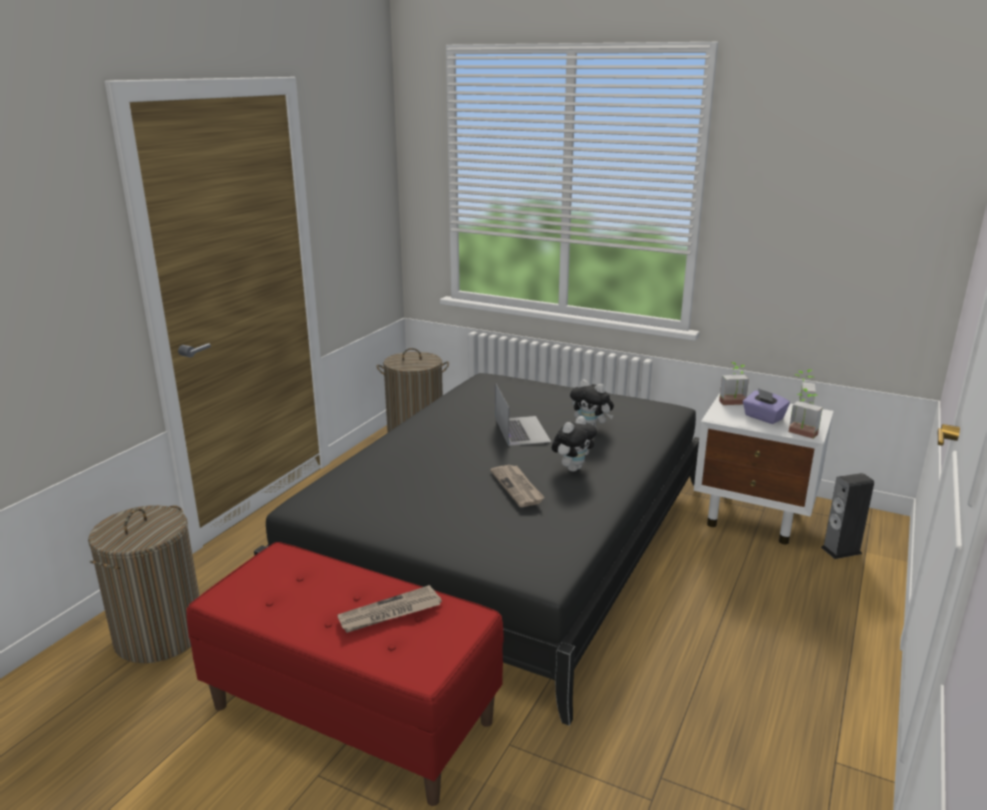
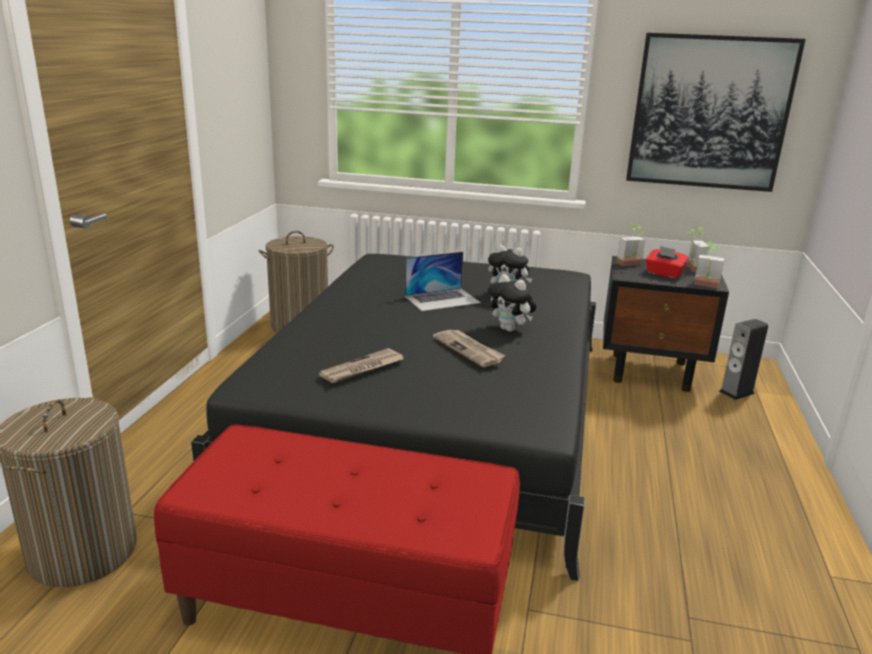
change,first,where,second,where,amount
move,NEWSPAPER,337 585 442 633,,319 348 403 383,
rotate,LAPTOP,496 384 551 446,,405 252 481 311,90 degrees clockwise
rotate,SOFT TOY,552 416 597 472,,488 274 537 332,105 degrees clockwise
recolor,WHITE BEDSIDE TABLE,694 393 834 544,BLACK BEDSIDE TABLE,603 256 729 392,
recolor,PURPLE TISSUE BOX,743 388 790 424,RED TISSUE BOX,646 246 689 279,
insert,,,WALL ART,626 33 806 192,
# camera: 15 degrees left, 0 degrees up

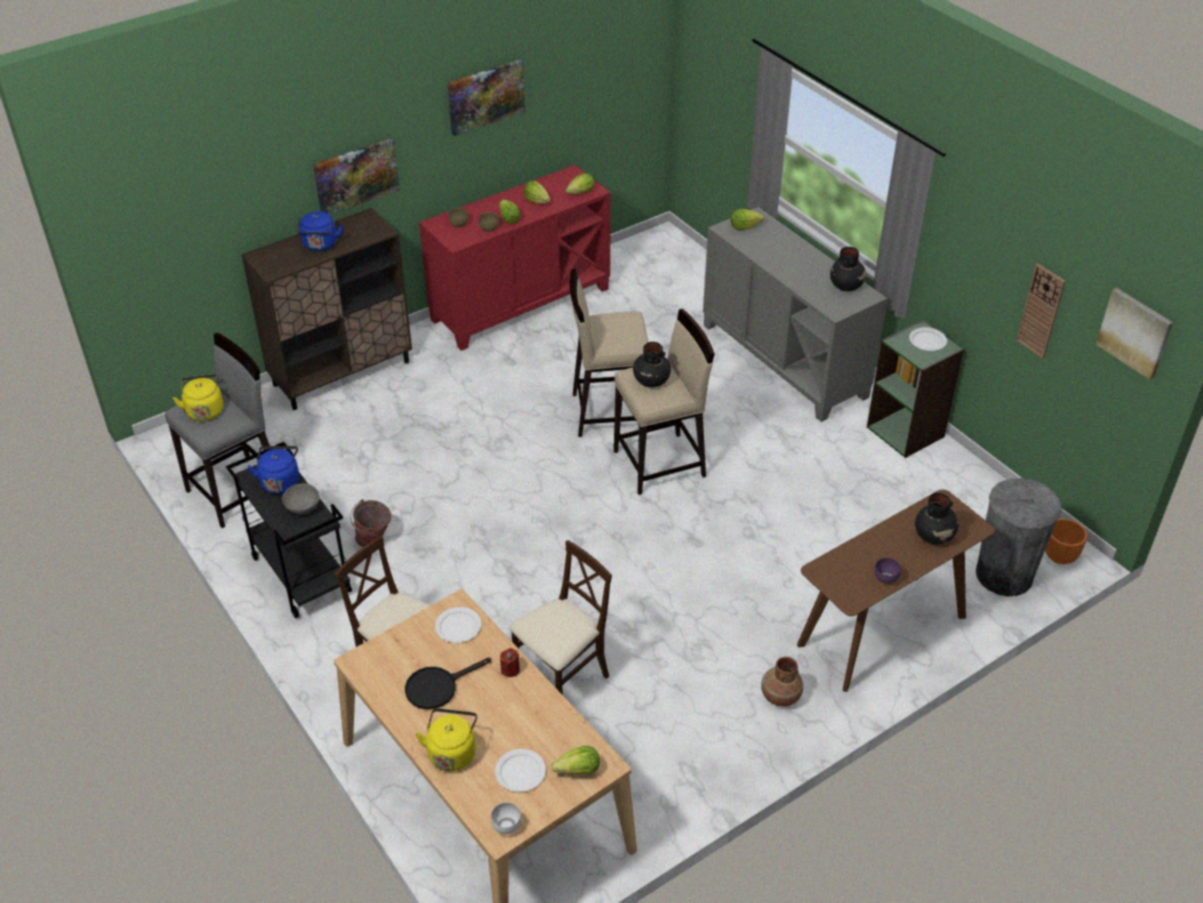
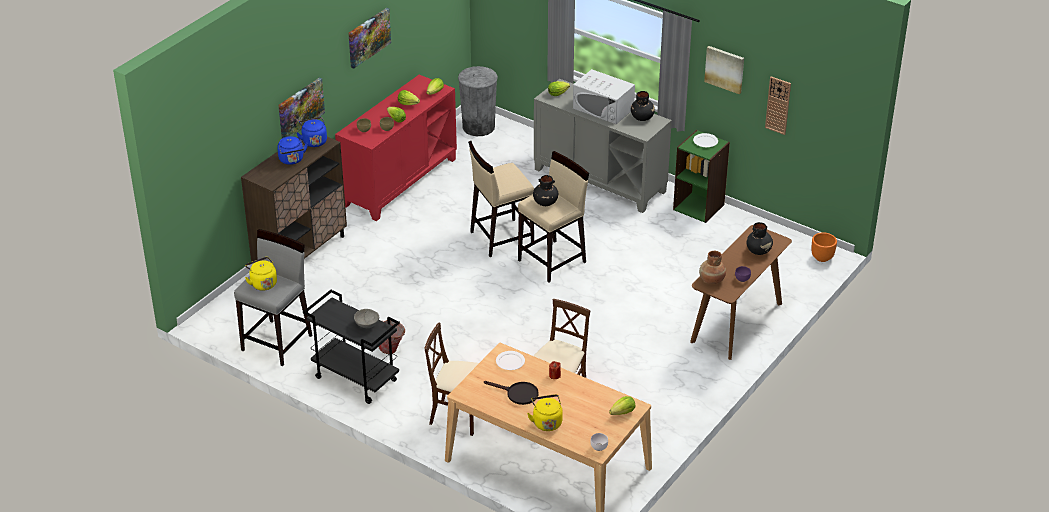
change,first,where,second,where,amount
move,BLUISH KETTLE,248 446 299 494,,297 117 327 147,
rotate,BLACK FRYING PAN,405 658 491 709,,484 381 539 405,105 degrees counterclockwise
delete,WHITE FLAT DISH,495 749 546 792,,,
move,BROWNISH DECORATIVE VASE,761 657 803 707,,699 251 726 284,
move,GREY TRASH CAN,976 478 1062 596,,458 66 498 136,
move,WALL ART,1096 288 1173 380,,704 46 744 94,
insert,,,WHITE KITCHEN MICROWAVE,573 69 635 124,
# camera: 20 degrees left, 5 degrees down

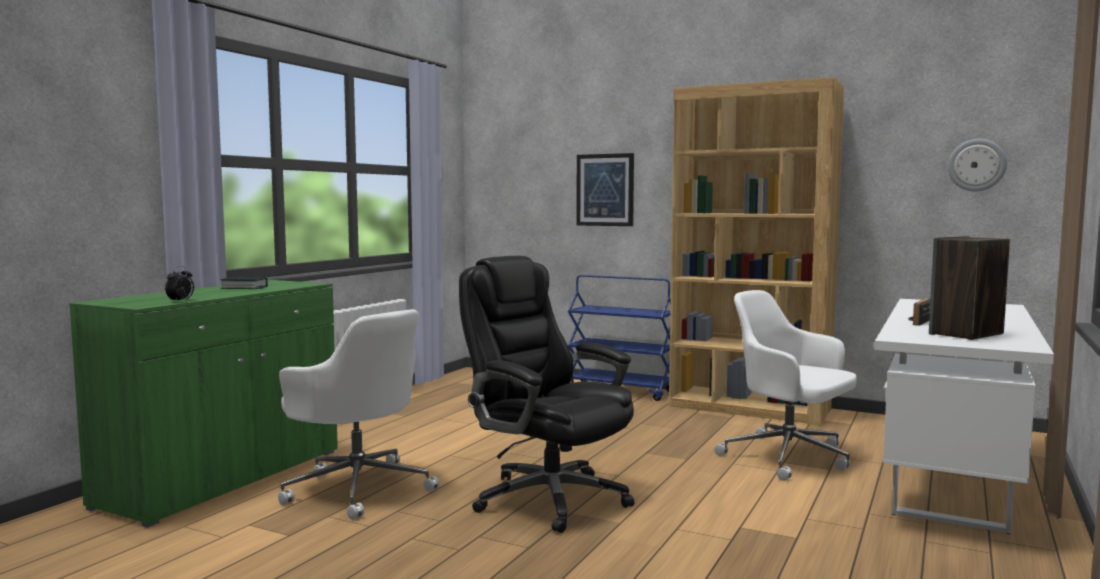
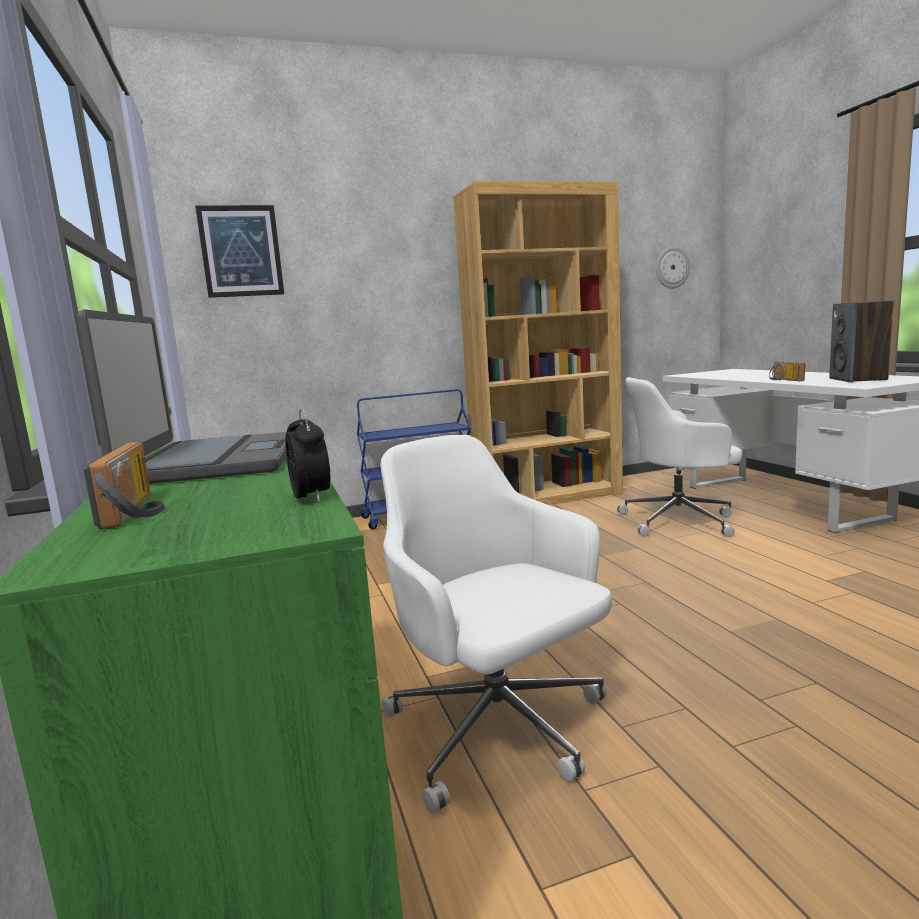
change,first,where,second,where,amount
replace,VOLUME,221 277 268 289,LAPTOP,77 309 286 484,
rotate,WHITE COMPUTER CHAIR,278 309 439 520,,380 435 612 814,120 degrees counterclockwise
delete,BLACK COMPUTER CHAIR,459 256 634 533,,,
move,WALL ART,576 153 634 226,,195 205 284 298,
insert,,,RADIO RECEIVER,84 442 165 529,
# camera: 45 degrees left, 5 degrees up

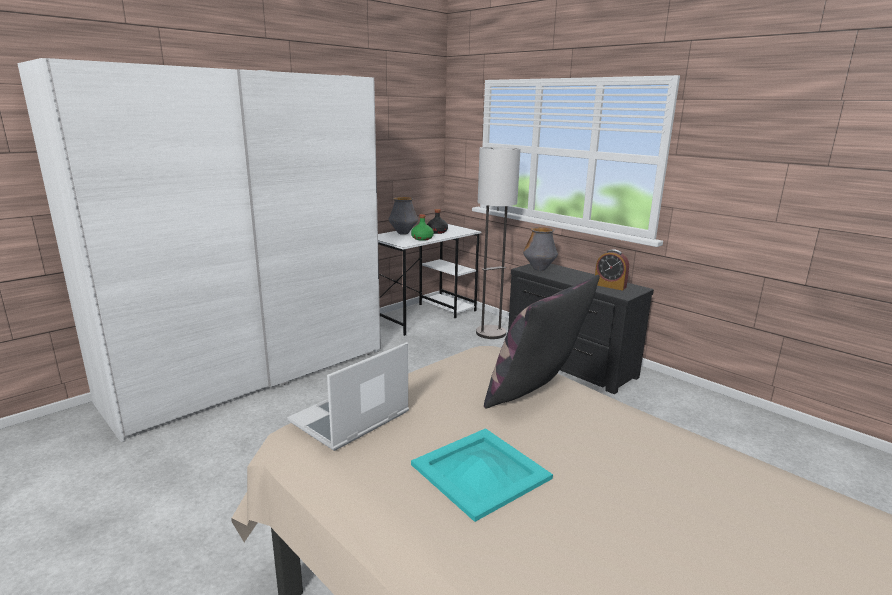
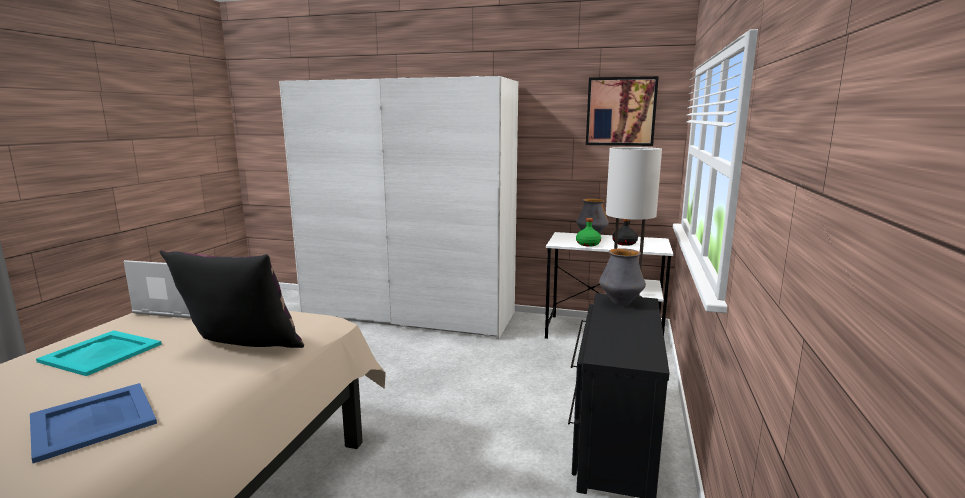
change,first,where,second,where,amount
delete,BEDSIDE CLOCK,595 249 629 290,,,
insert,,,BLUISH CARRYING TRAY,30 383 157 463,
insert,,,WALL ART,586 76 659 146,
# camera: 60 degrees right, 5 degrees down

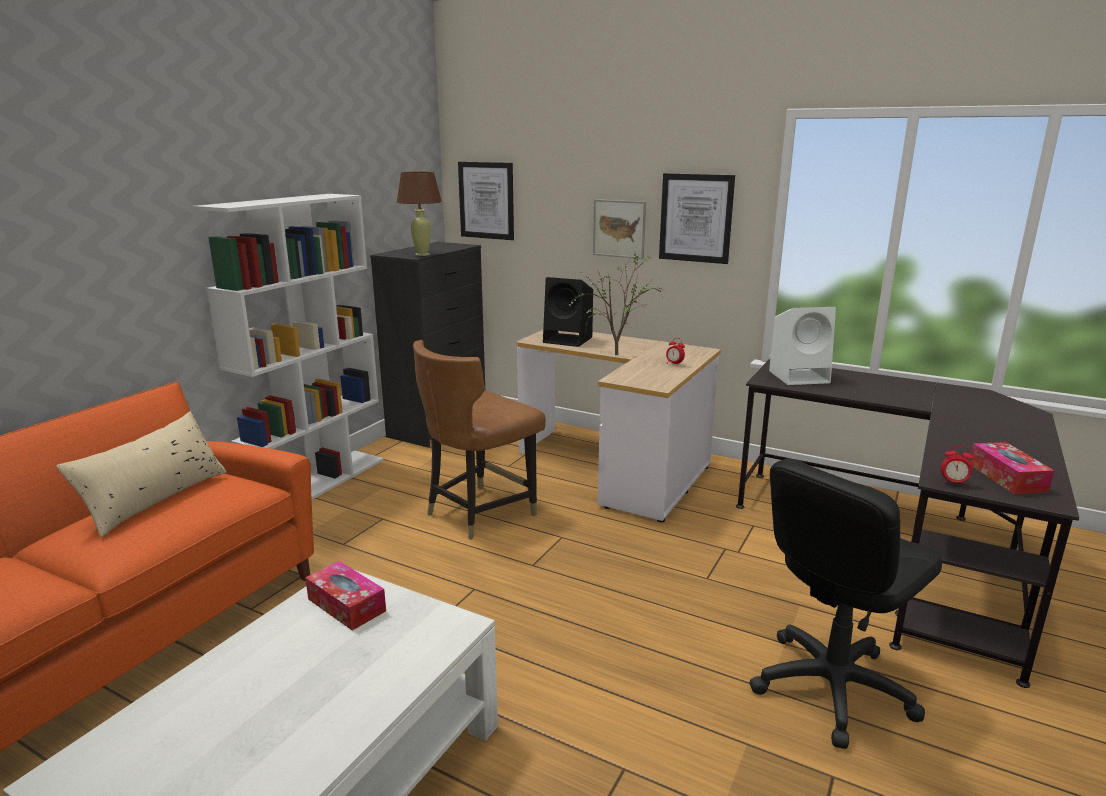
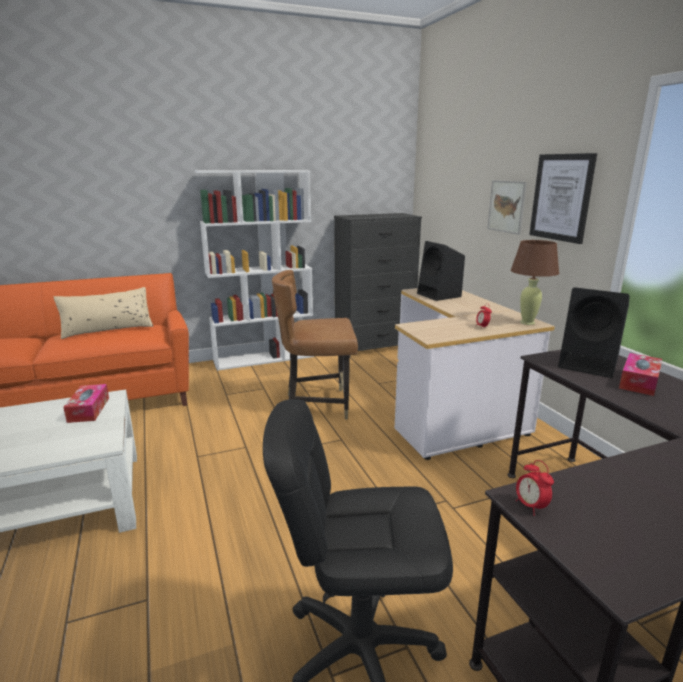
change,first,where,second,where,amount
move,BROWNISH LAMP FOR A TABLE,397 172 442 256,,511 240 559 325,
delete,WALL ART,458 162 514 240,,,
delete,PLANT IN A POT,568 254 666 355,,,
recolor,WHITE LOUDSPEAKER,769 307 836 385,BLACK LOUDSPEAKER,558 287 629 378,
move,TISSUE BOX,970 442 1054 494,,619 353 662 396,
# camera: 40 degrees right, 0 degrees up

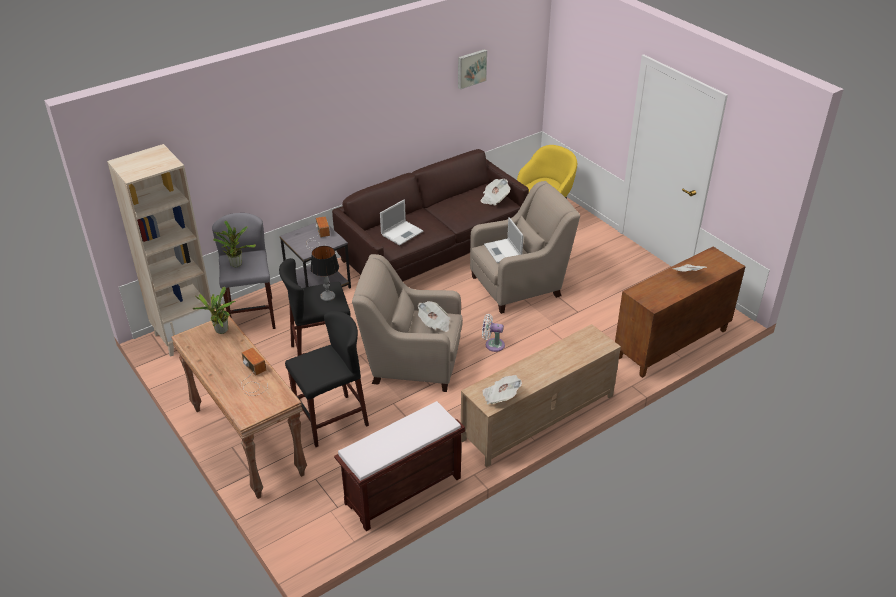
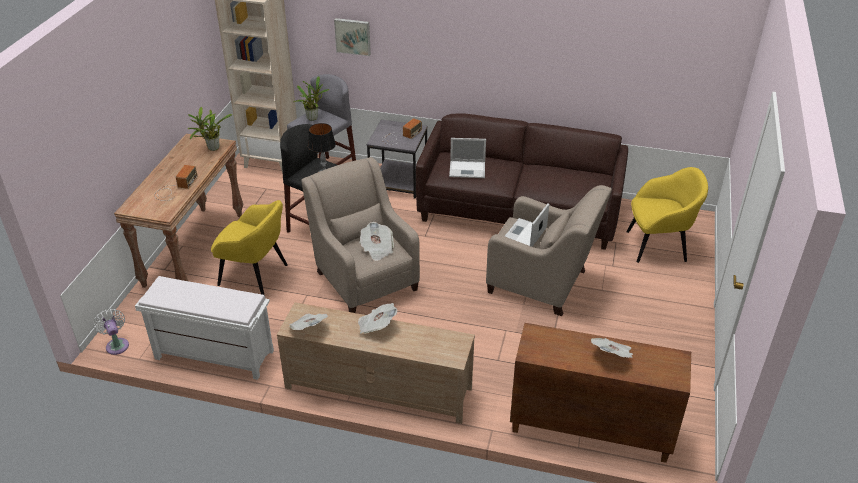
change,first,where,second,where,amount
replace,BLACK STOOL SEAT,285 311 369 447,YELLOW ARMCHAIR,211 200 288 296,
recolor,BROWNISH INDOOR BENCH,334 401 465 531,WHITE INDOOR BENCH,135 276 274 380,
move,WALL ART,458 49 487 89,,334 18 371 56,
move,NEWSPAPER,481 179 510 205,,358 303 397 334,
move,WHITE COOLING FAN,482 314 505 352,,93 309 129 355,
# camera: 50 degrees right, 0 degrees up

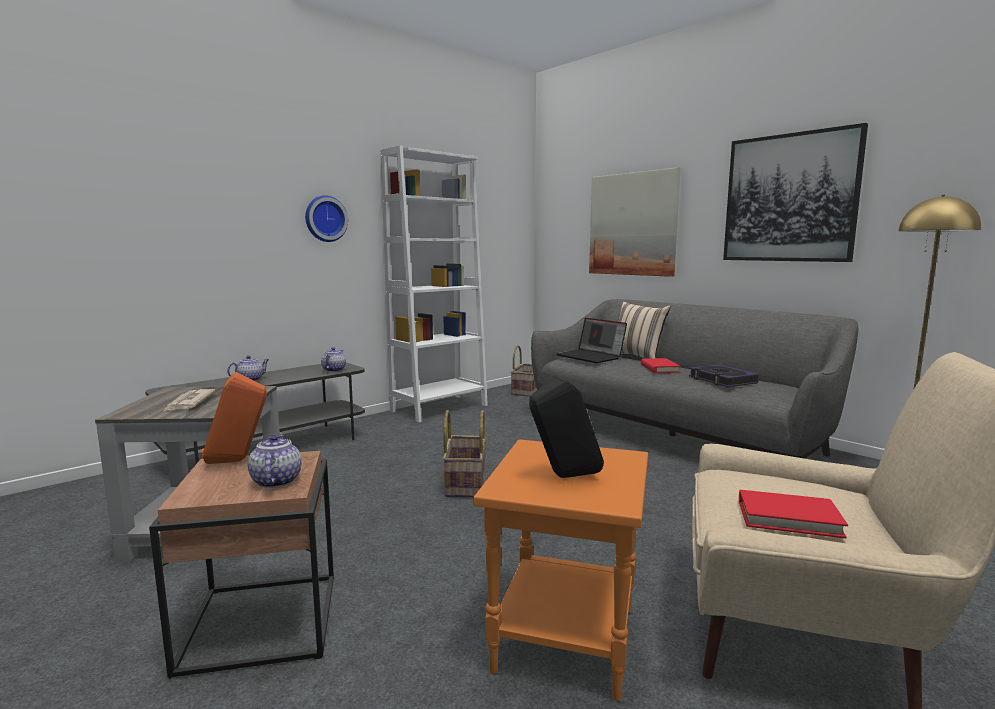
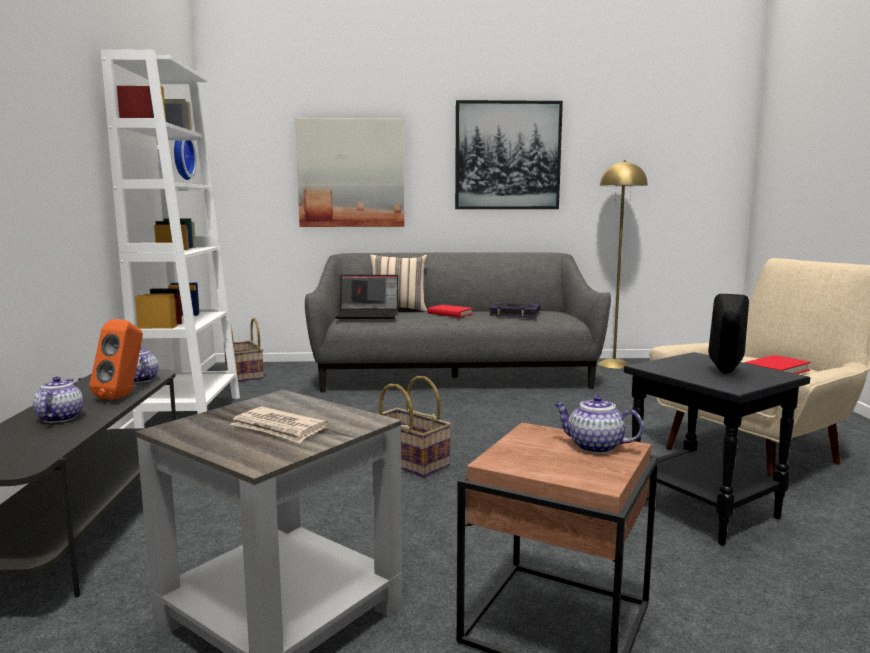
change,first,where,second,where,amount
move,ORANGE-COLOURED LOUDSPEAKER,201 372 267 464,,89 319 143 400,
move,HANGING CLOCK,305 195 348 242,,174 140 197 180,
recolor,ORANGE-COLOURED SIDE TABLE,473 439 648 701,BLACK SIDE TABLE,624 352 810 545,
# camera: 50 degrees left, 0 degrees up

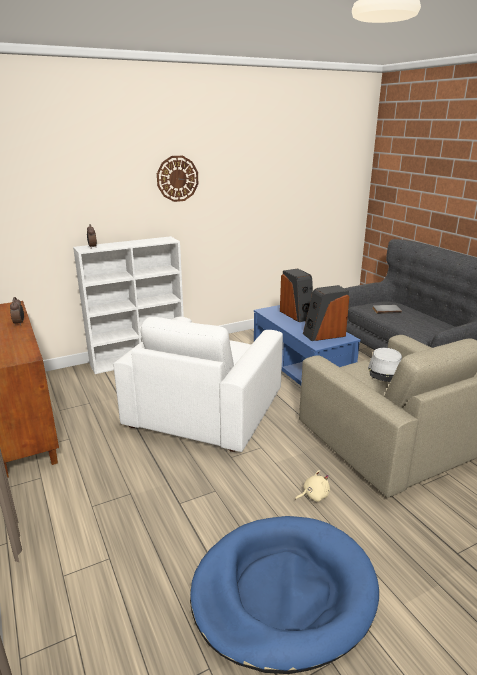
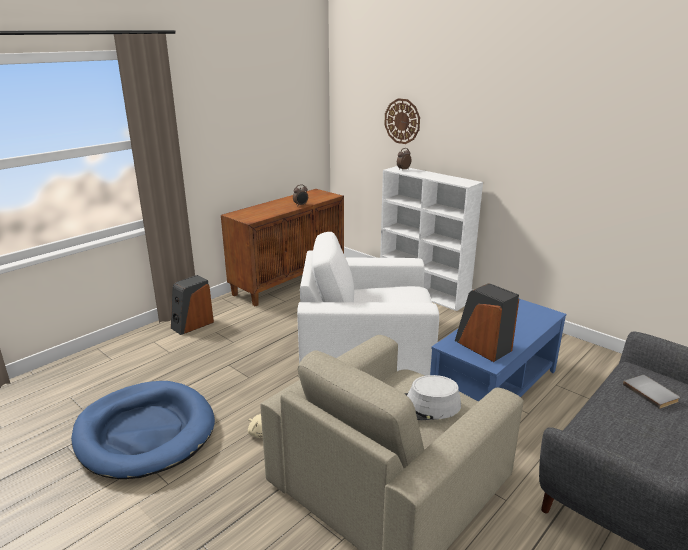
change,first,where,second,where,amount
move,HANGING CLOCK,157 156 198 202,,384 98 420 144,
move,LOUDSPEAKER,280 268 313 322,,171 275 214 335,
# camera: 70 degrees right, 0 degrees up

